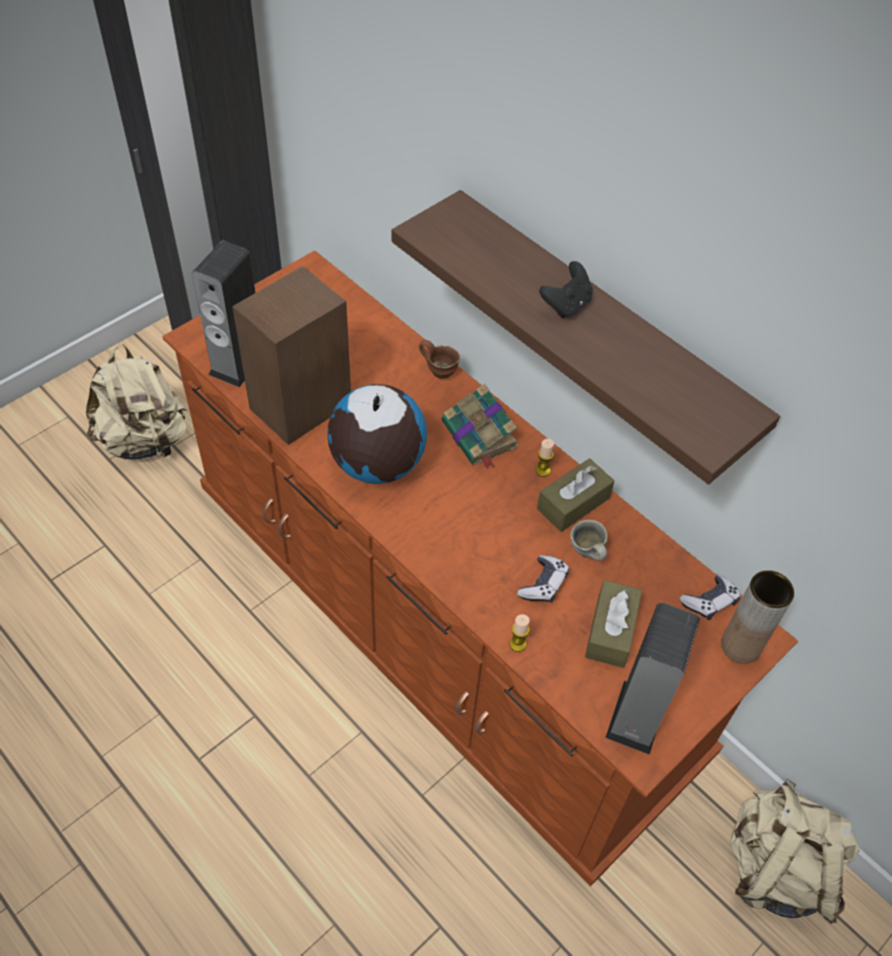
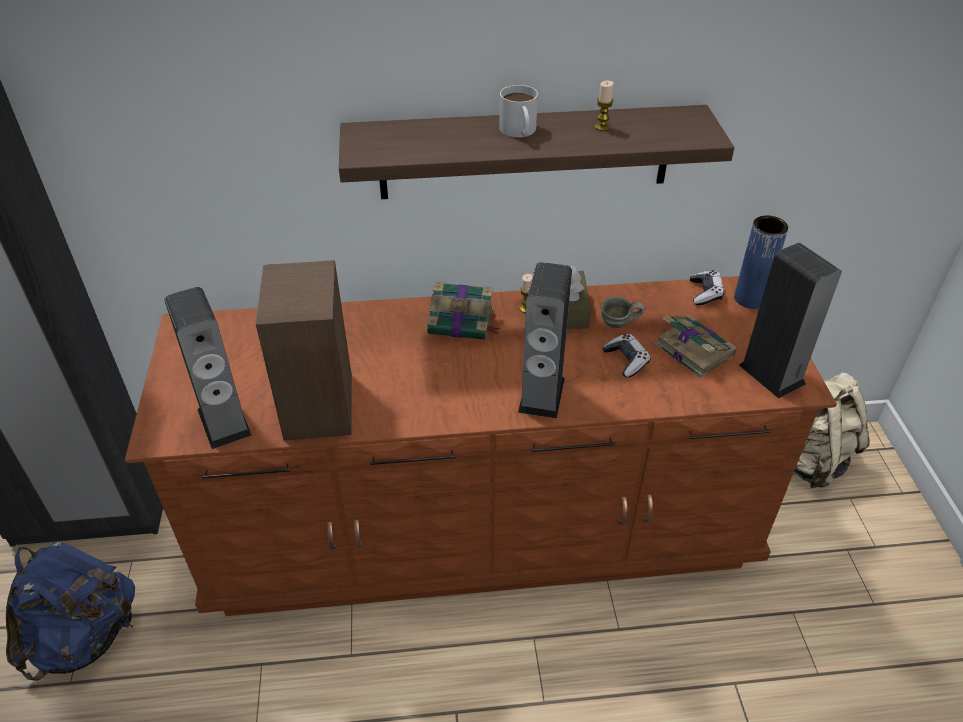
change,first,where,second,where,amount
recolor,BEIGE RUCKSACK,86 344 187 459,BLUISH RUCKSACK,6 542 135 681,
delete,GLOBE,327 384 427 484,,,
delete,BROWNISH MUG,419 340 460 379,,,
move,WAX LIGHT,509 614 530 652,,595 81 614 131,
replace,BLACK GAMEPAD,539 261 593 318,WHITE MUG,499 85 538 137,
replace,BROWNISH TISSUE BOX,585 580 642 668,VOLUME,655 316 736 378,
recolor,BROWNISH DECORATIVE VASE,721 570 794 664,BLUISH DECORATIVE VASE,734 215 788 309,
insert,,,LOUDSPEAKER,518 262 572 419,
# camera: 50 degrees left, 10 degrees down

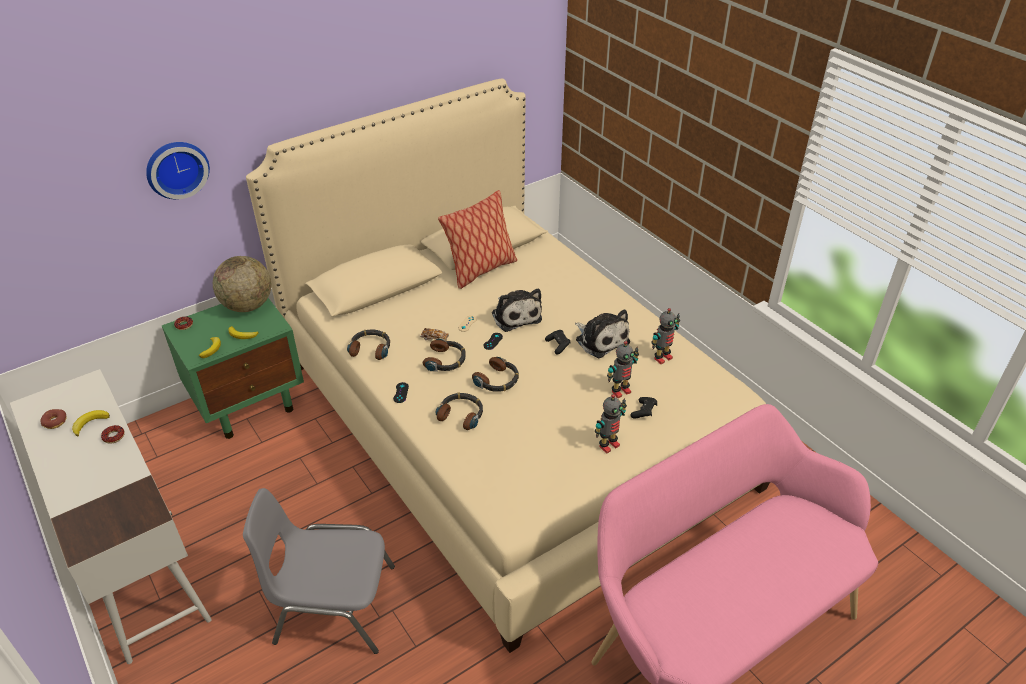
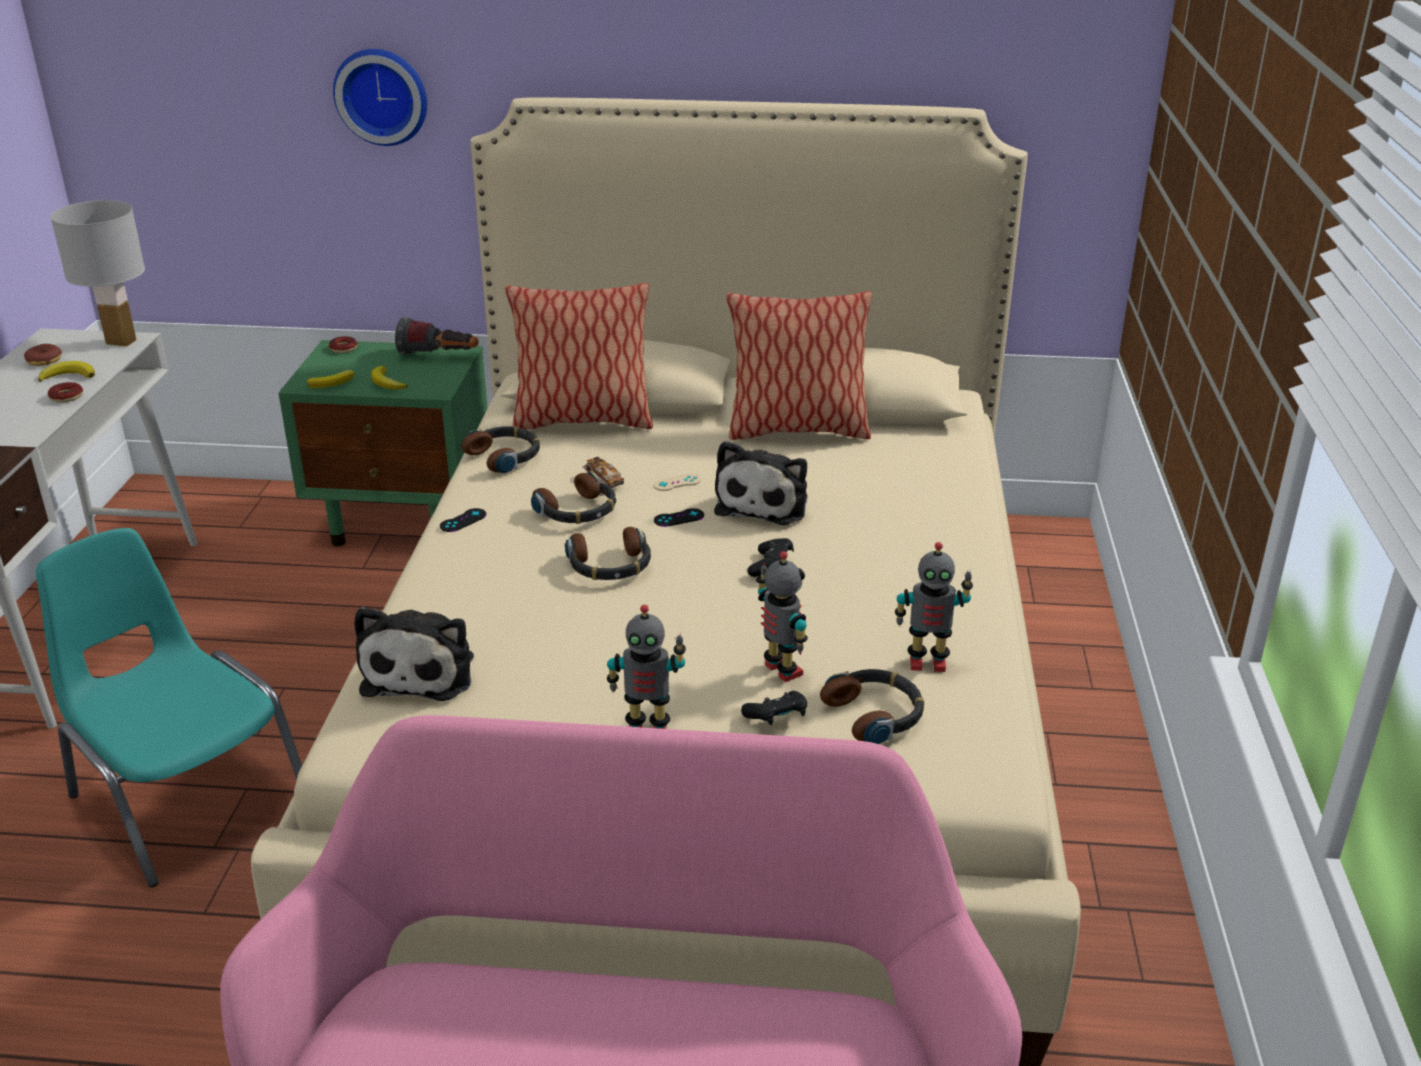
change,first,where,second,where,amount
replace,GLOBE,213 256 271 312,TORCH,395 317 479 355,
recolor,GREY UPRIGHT CHAIR,243 488 395 654,TURQUOISE UPRIGHT CHAIR,36 528 302 887,
move,HEADPHONES,436 393 483 430,,820 669 924 744,
move,SOFT TOY,575 309 630 358,,354 607 474 701,
rotate,MODEL ROBOT,607 341 639 398,,756 551 808 682,135 degrees counterclockwise
insert,,,WHITE LAMP FOR A TABLE,50 200 145 347,
insert,,,PILLOW,505 283 653 429,
# camera: 40 degrees right, 10 degrees down

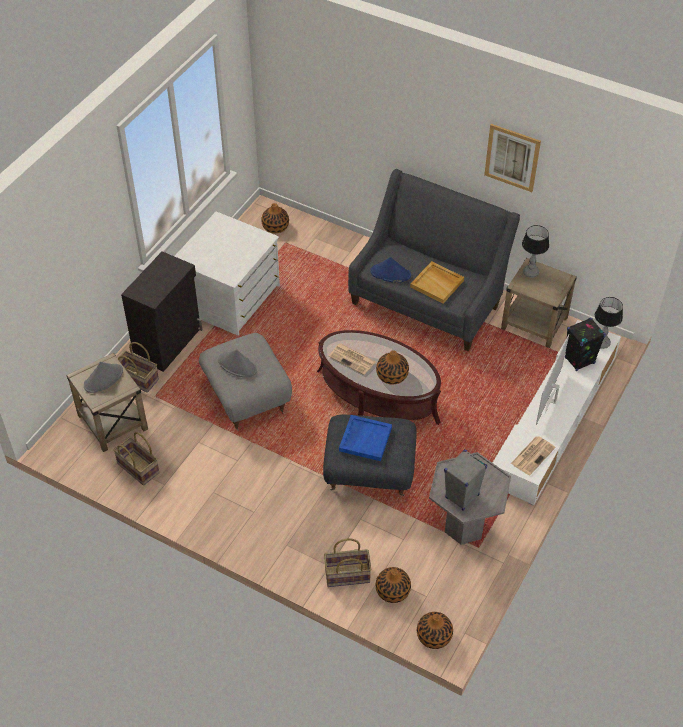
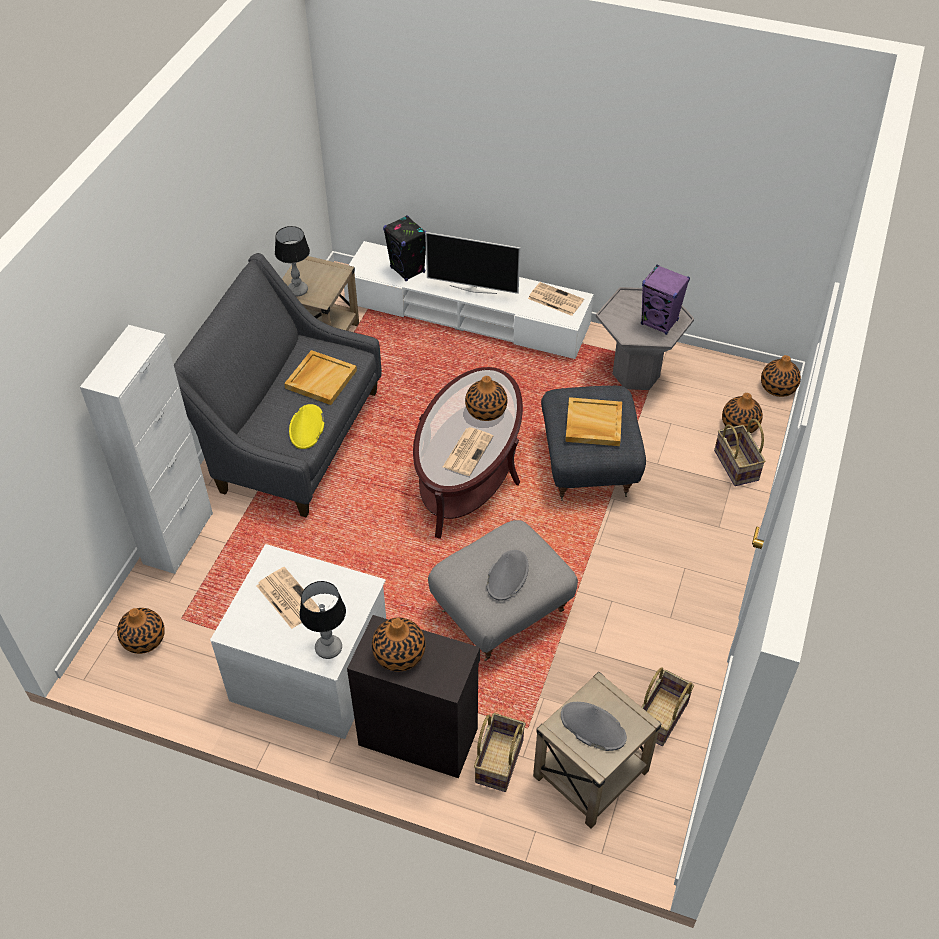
change,first,where,second,where,amount
recolor,BLUISH CARRYING TRAY,339 415 392 461,BEIGE CARRYING TRAY,565 397 622 446,
recolor,BLUISH HAT,370 257 411 282,YELLOW HAT,289 404 324 449,
recolor,GREY LOUDSPEAKER,444 450 487 511,PURPLE LOUDSPEAKER,641 265 690 335,
delete,WALL ART,484 124 541 192,,,
move,LAMP FOR A TABLE,595 297 623 349,,299 581 346 659,
insert,,,WHITE STORAGE CABINET,80 325 213 574,
insert,,,NEWSPAPER,257 567 320 629,
insert,,,DECORATIVE VASE,372 618 425 672,
# camera: 100 degrees left, 0 degrees up

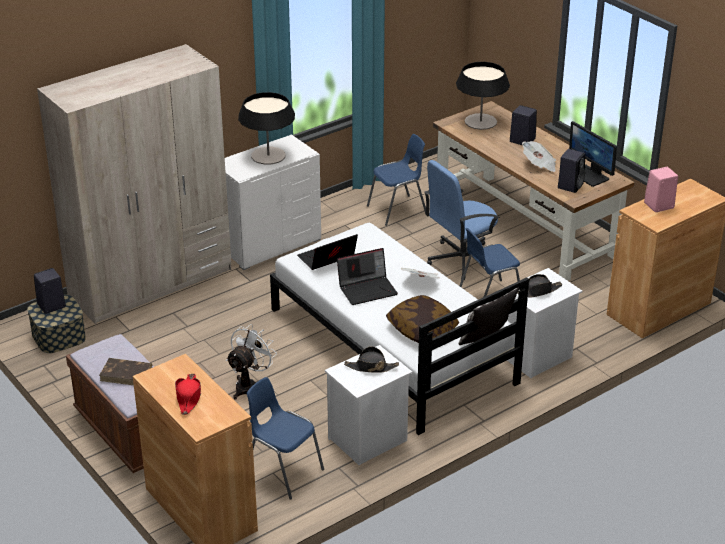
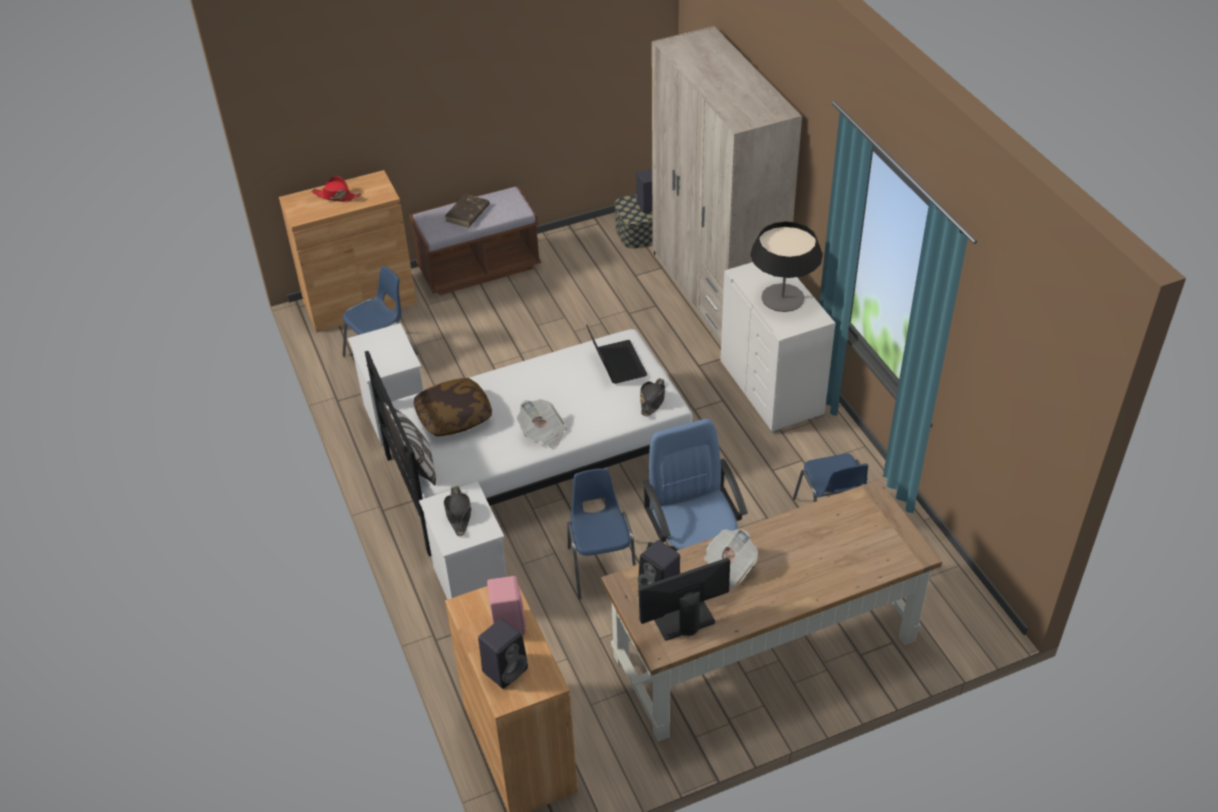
change,first,where,second,where,amount
delete,WHITE COOLING FAN,226 324 277 400,,,
delete,LAPTOP,337 248 398 305,,,
move,BLACK HAT,344 346 399 373,,640 378 665 416,
delete,LAMP FOR A TABLE,456 62 510 130,,,
move,BLACK LOUDSPEAKER,510 105 537 145,,478 618 528 689,
# camera: 105 degrees right, 10 degrees up

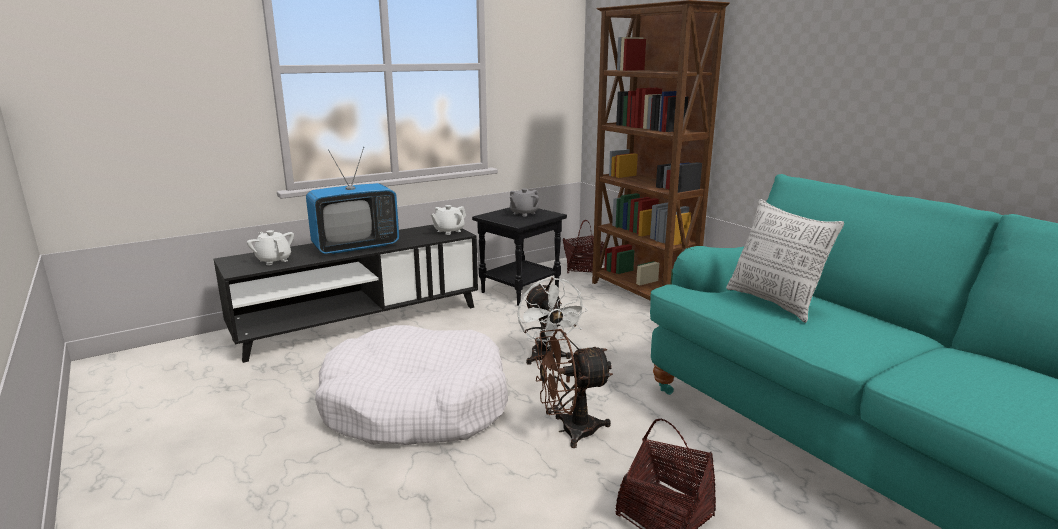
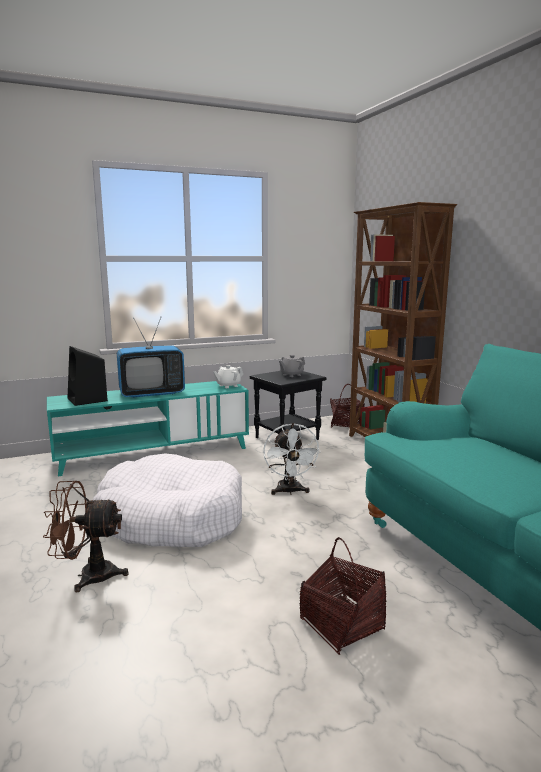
change,first,where,second,where,amount
recolor,BLACK TV STAND,214 225 478 363,TURQUOISE TV STAND,47 381 249 477,
replace,WHITE POT FOR TEA,247 230 294 265,BLACK LOUDSPEAKER,68 346 108 406,
move,BROWNISH COOLING FAN,534 329 613 448,,43 481 129 593,
delete,PILLOW,726 199 844 323,,,
# camera: 10 degrees right, 5 degrees down

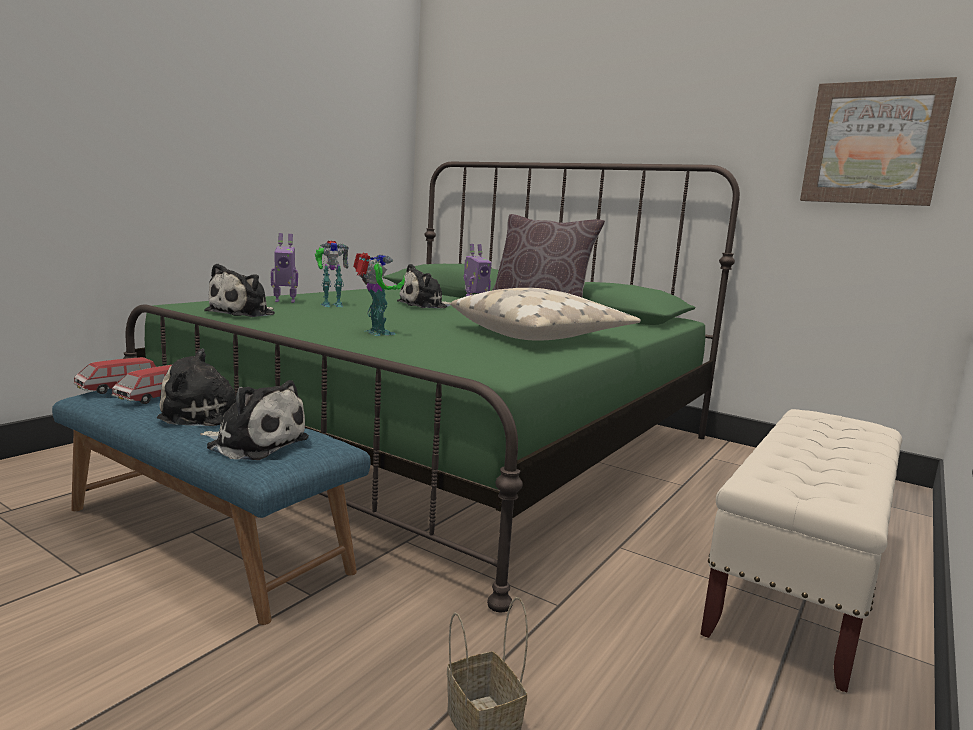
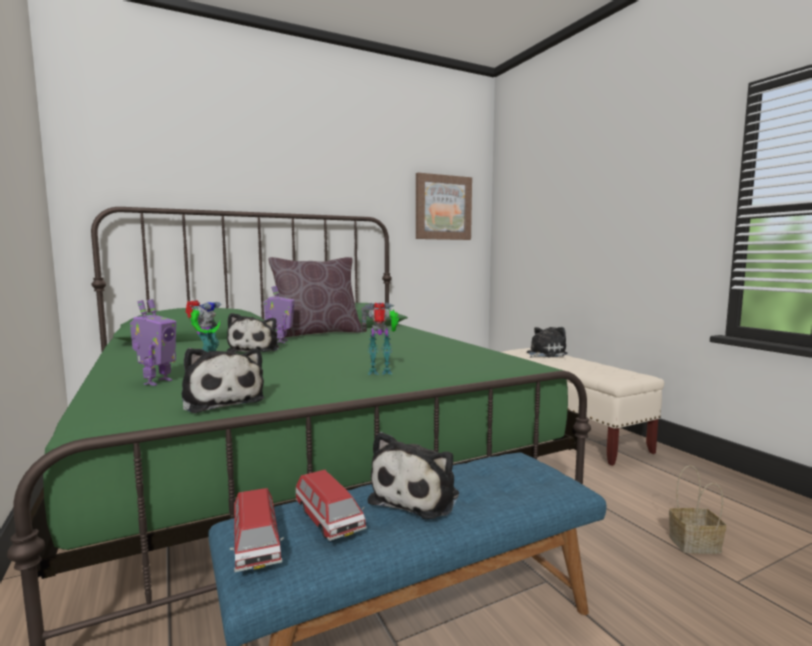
change,first,where,second,where,amount
move,SOFT TOY,200 380 309 460,,527 327 568 358,
delete,BEIGE PILLOW,451 288 641 341,,,
# camera: 60 degrees left, 5 degrees down

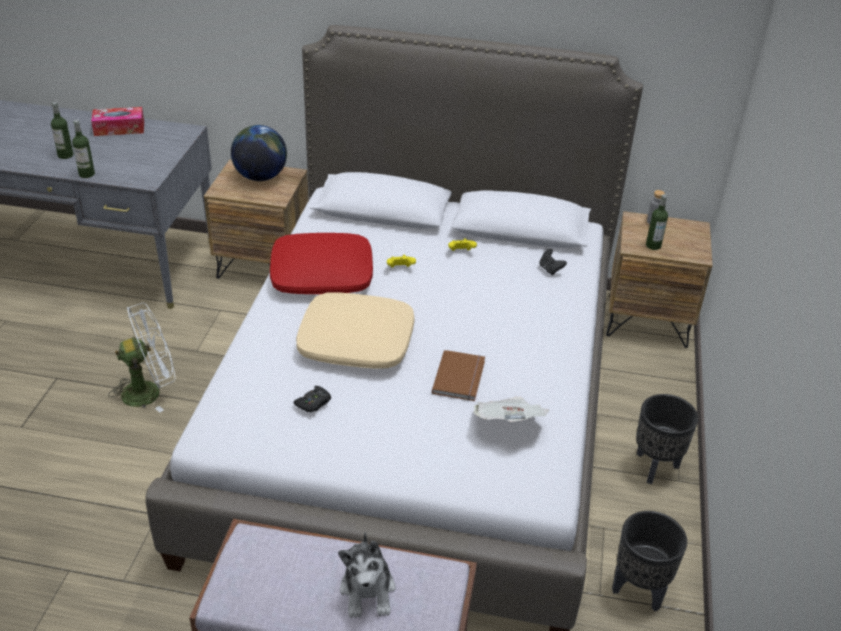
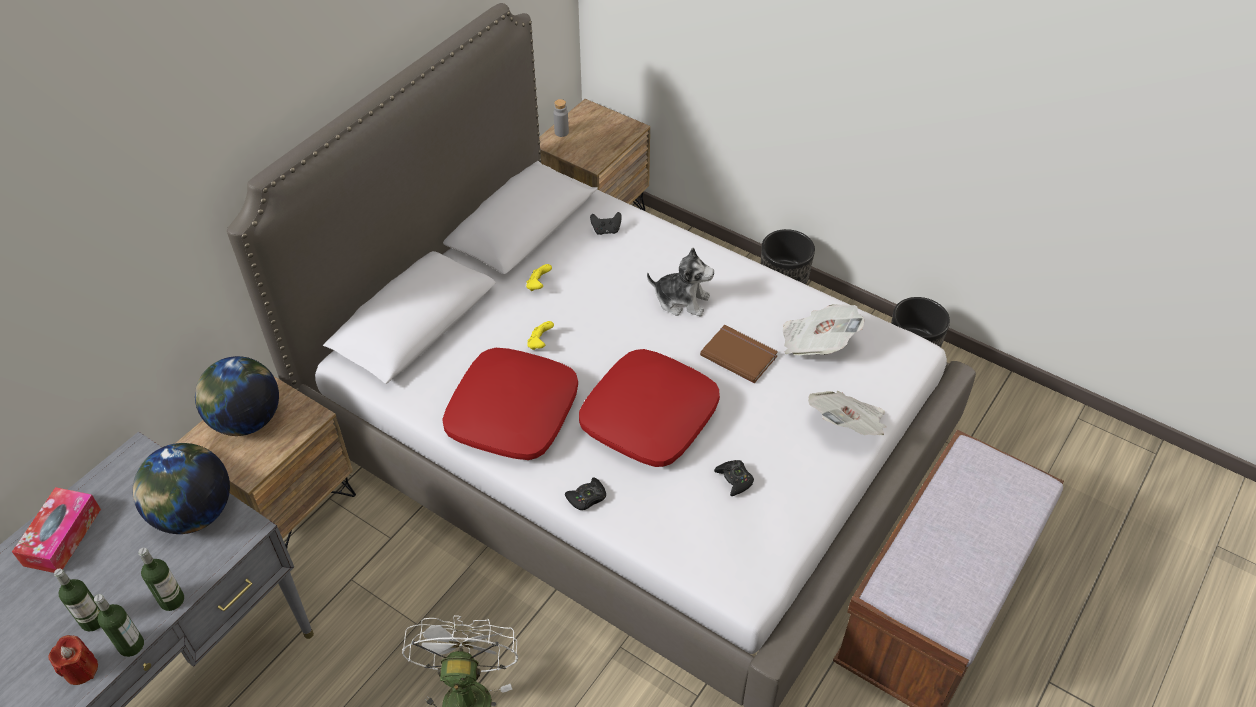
change,first,where,second,where,amount
recolor,BEIGE PILLOW,296 292 415 369,RED PILLOW,579 349 720 467,
move,SOFT TOY,338 532 396 618,,647 248 714 316,
move,DRINK BOTTLE,646 194 668 250,,94 594 144 657,
insert,,,RED WAX LIGHT,48 635 98 685,
insert,,,GLOBE,132 443 230 534,
insert,,,BLACK GAMEPAD,565 477 606 510,
insert,,,NEWSPAPER,808 391 886 435,
# camera: 65 degrees left, 10 degrees up

